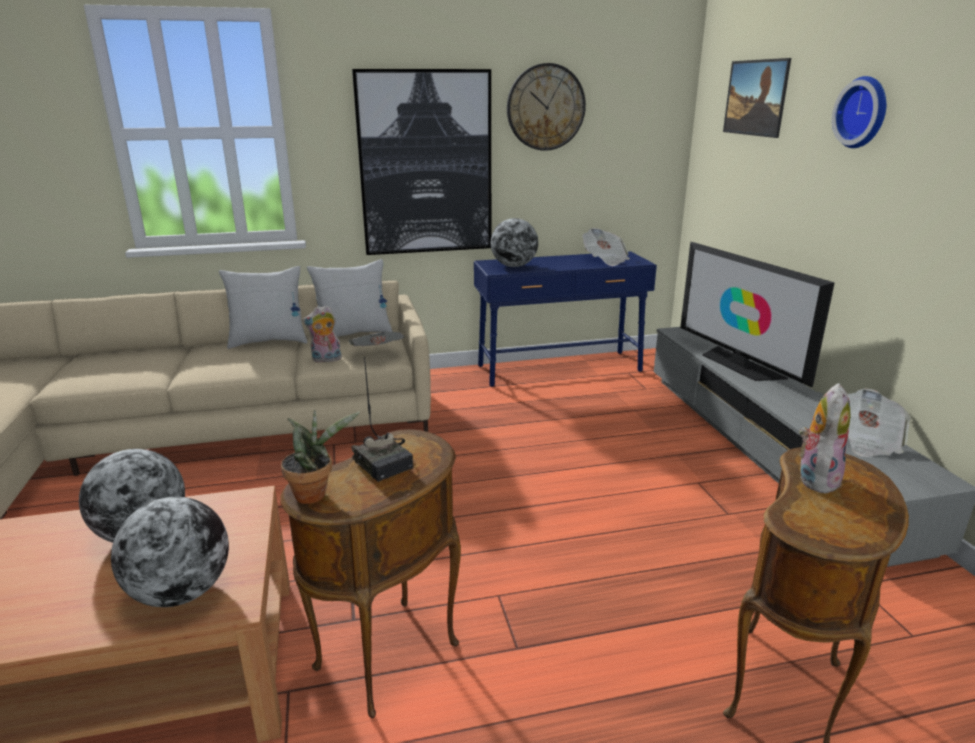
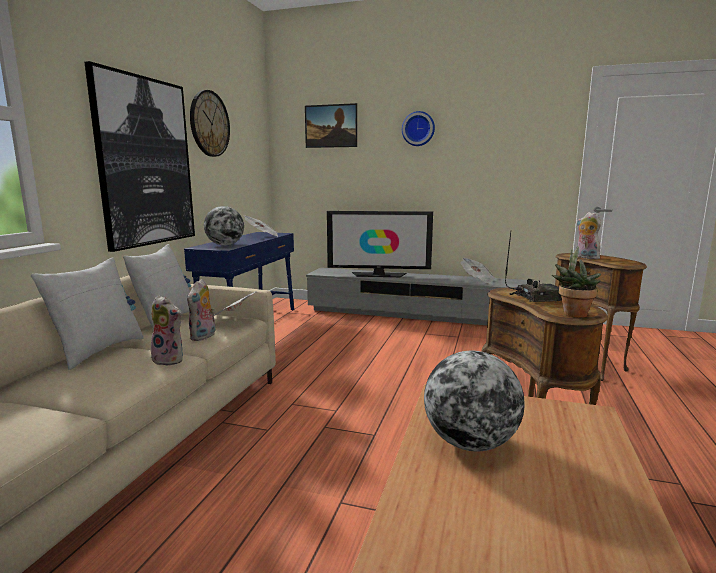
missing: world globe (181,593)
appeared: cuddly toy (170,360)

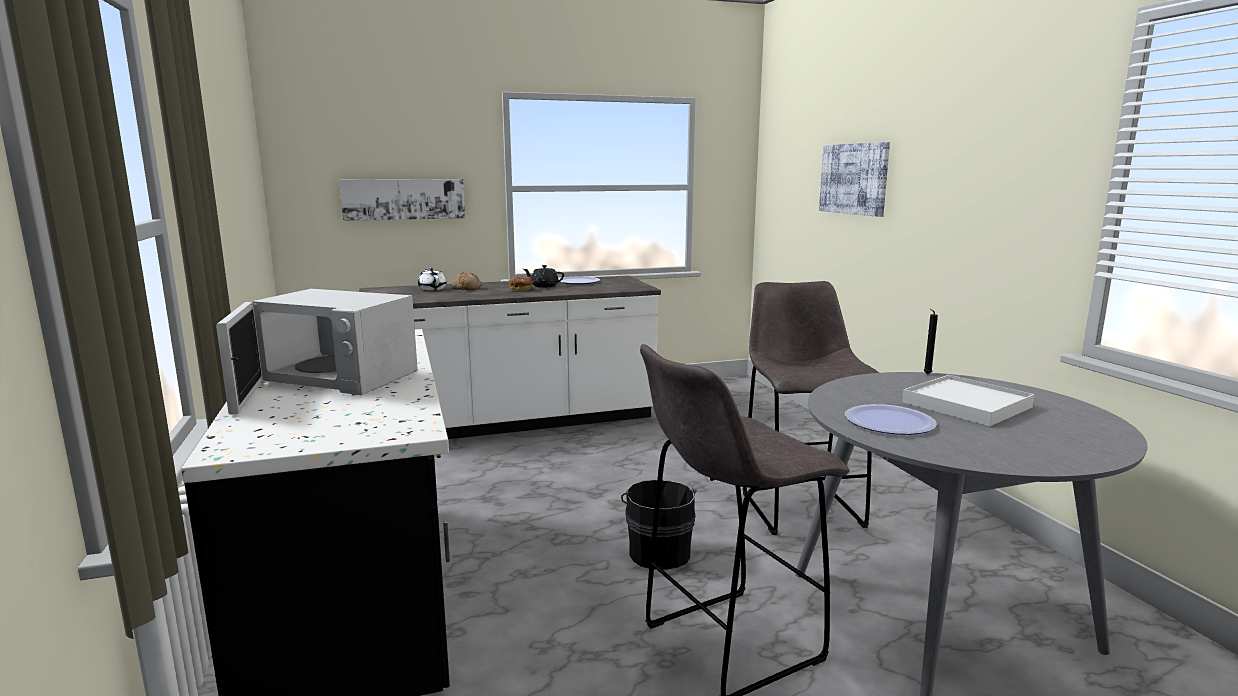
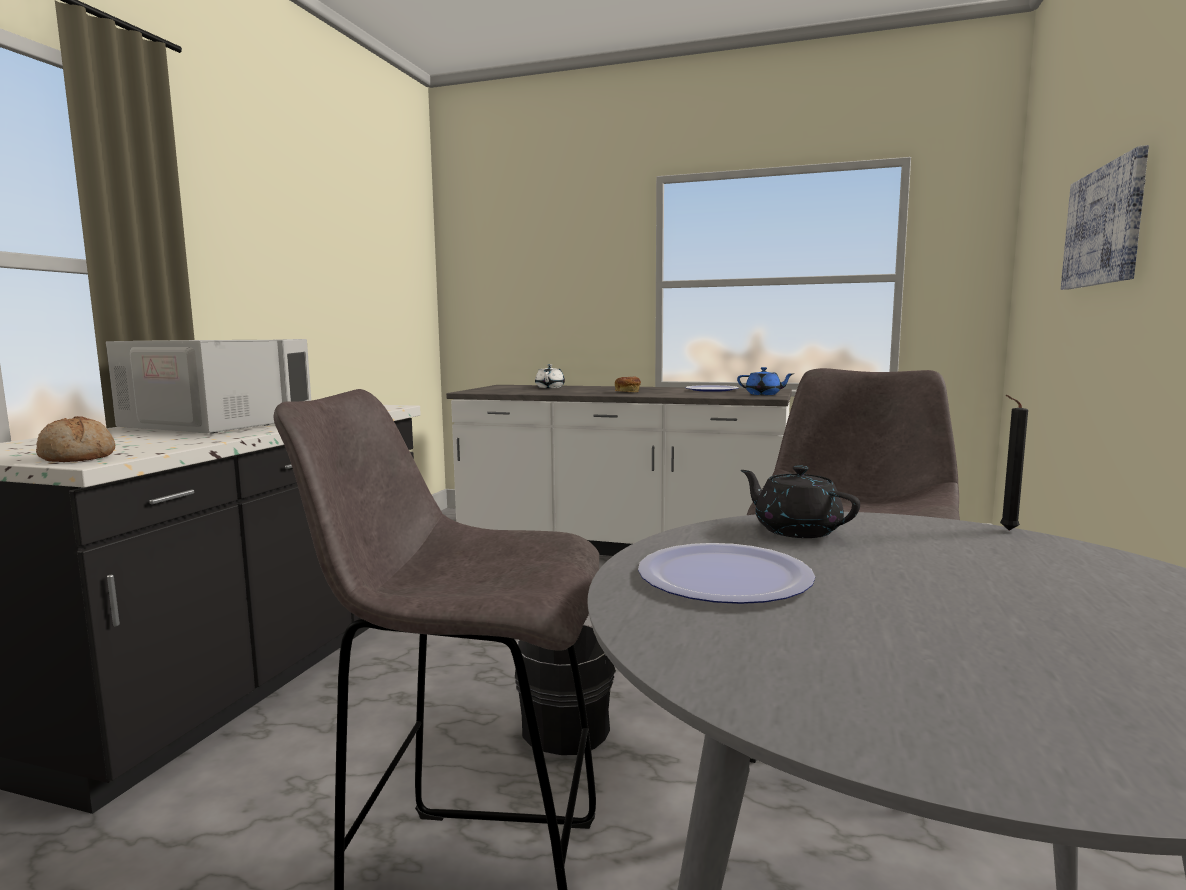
missing: wall art (404,199); carrying tray/white-coloured (966,405)
appeared: pot for tea/blue-coloured (764,394)
relocated: pot for tea/black-coloured (544,286) to (796,530); baked bread (467,288) to (78,457)
spun: microwave/white-coloured (331,379) = (212,425) 150 degrees clockwise

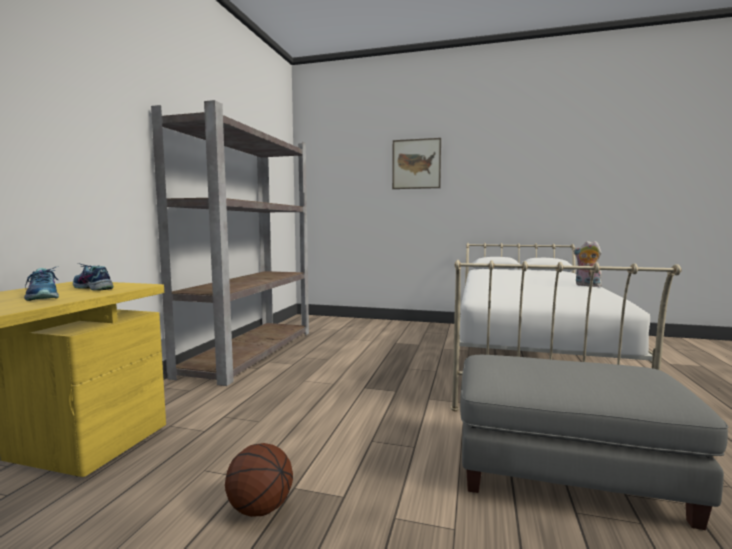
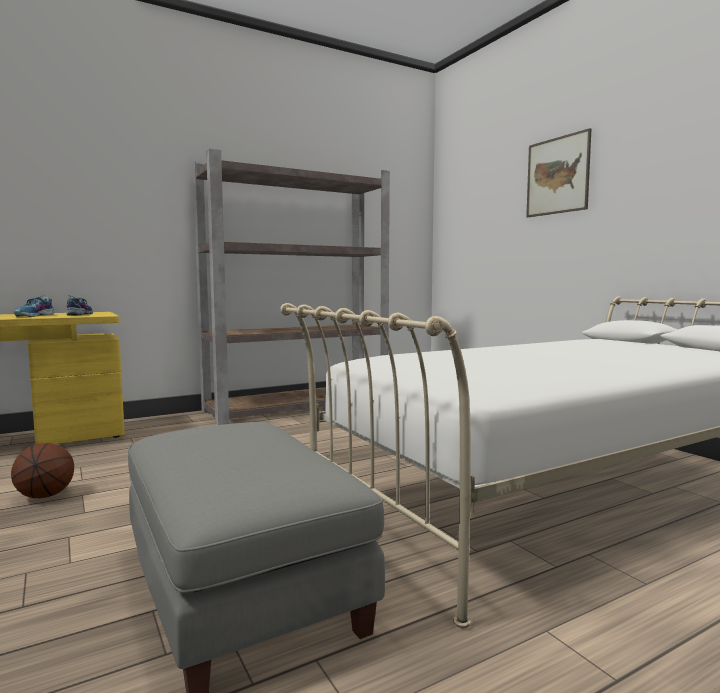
missing: cuddly toy (586,285)

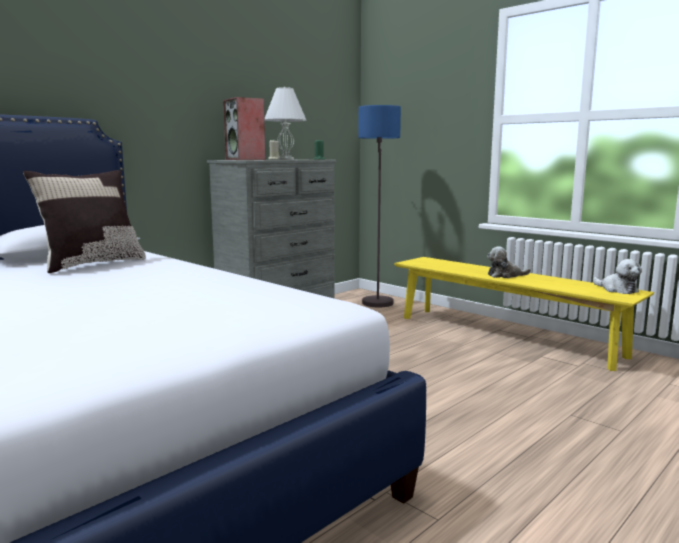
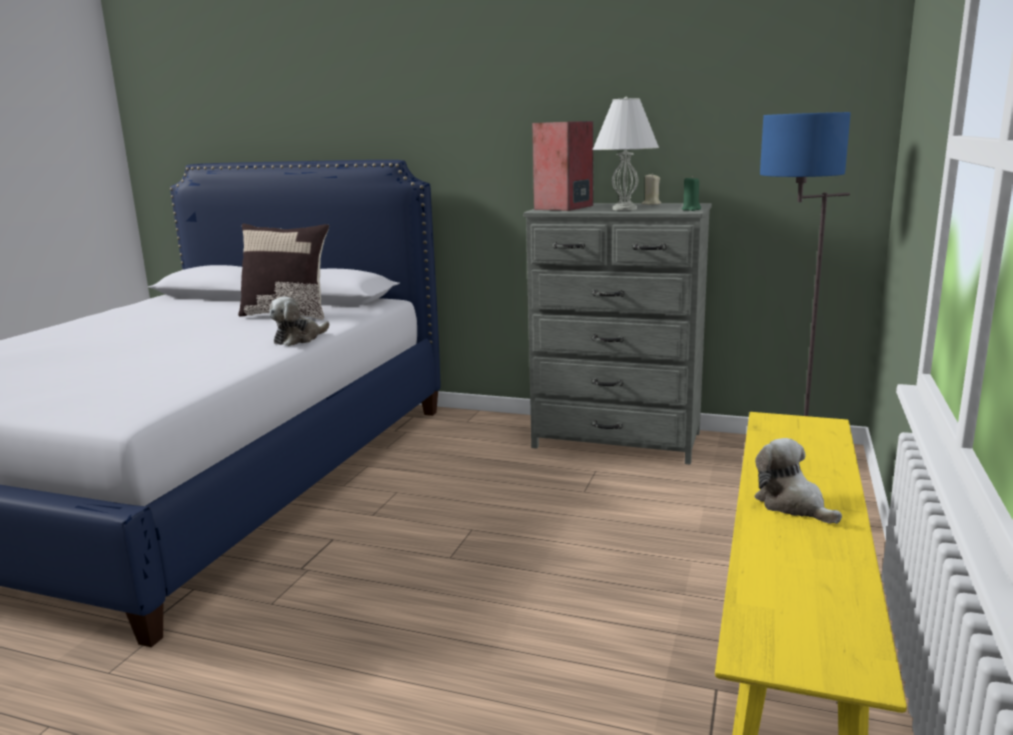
relocated: cuddly toy (617,289) to (299,339)

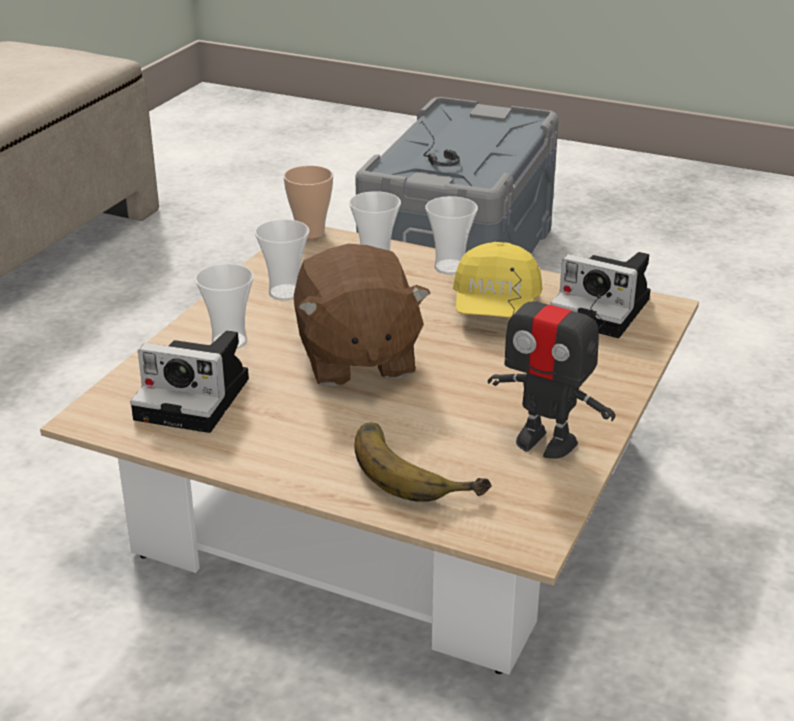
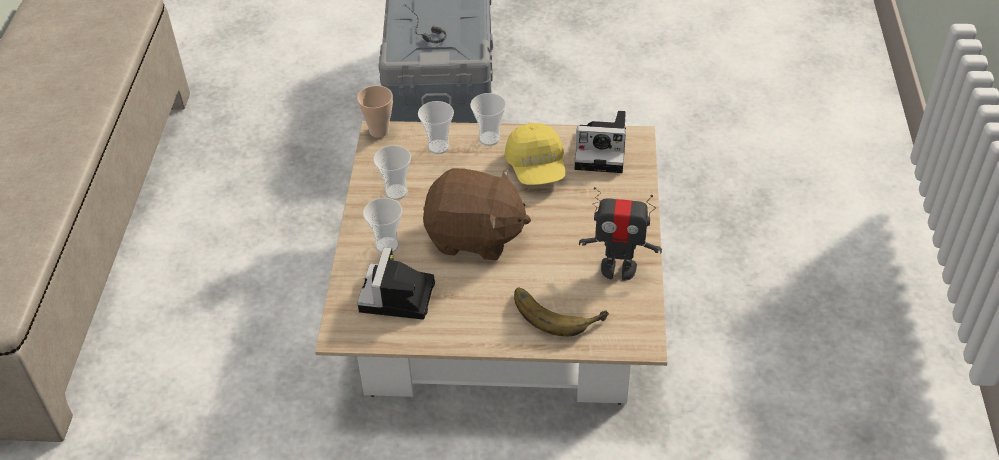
spun: cuddly toy/brown-coloured (356,359) = (474,236) 45 degrees counterclockwise; still camera (197,398) = (397,298) 105 degrees clockwise

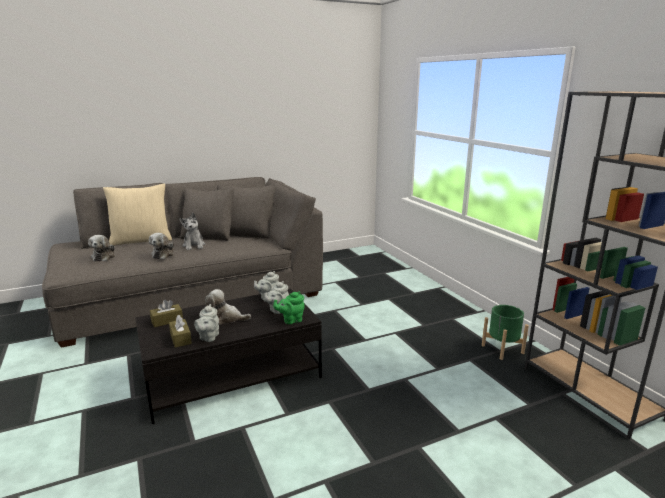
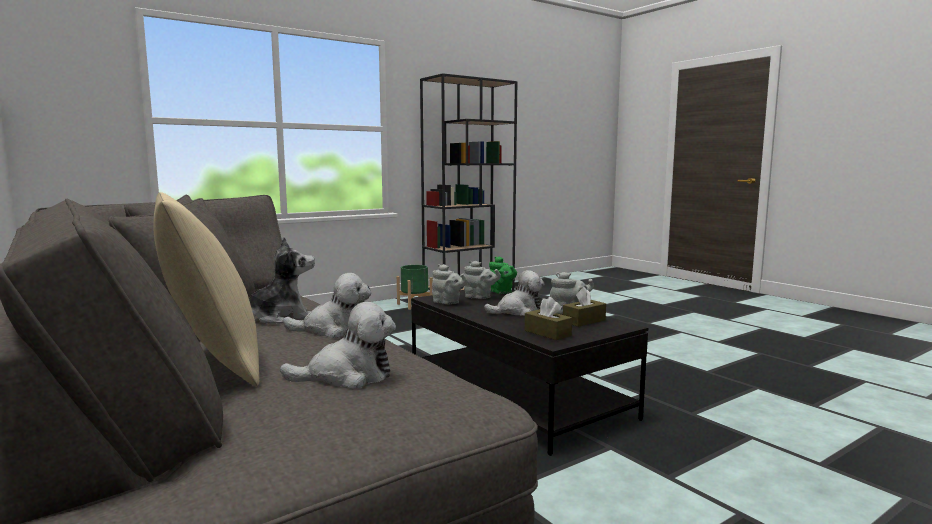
spun: cuddly toy (225,318) = (518,311) 105 degrees counterclockwise

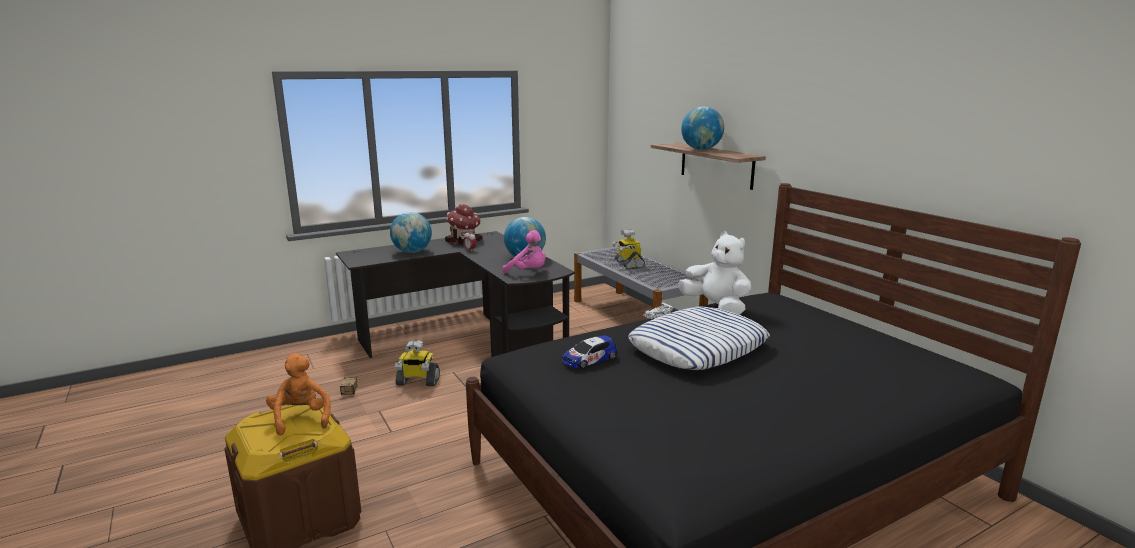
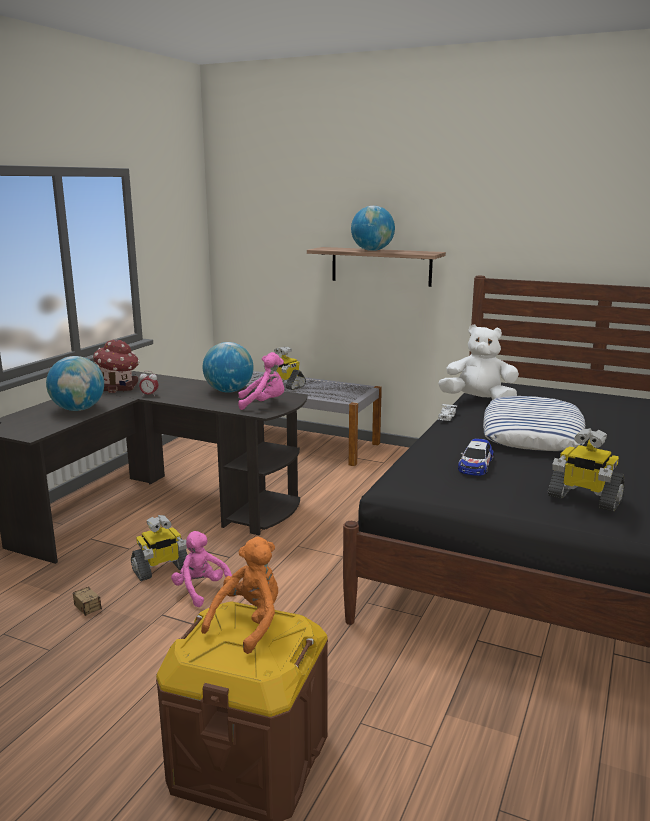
appeared: model robot (584,498); cuddly toy/pink (201,590)
spun: cuddly toy/orange (301,418) = (249,623) 90 degrees clockwise

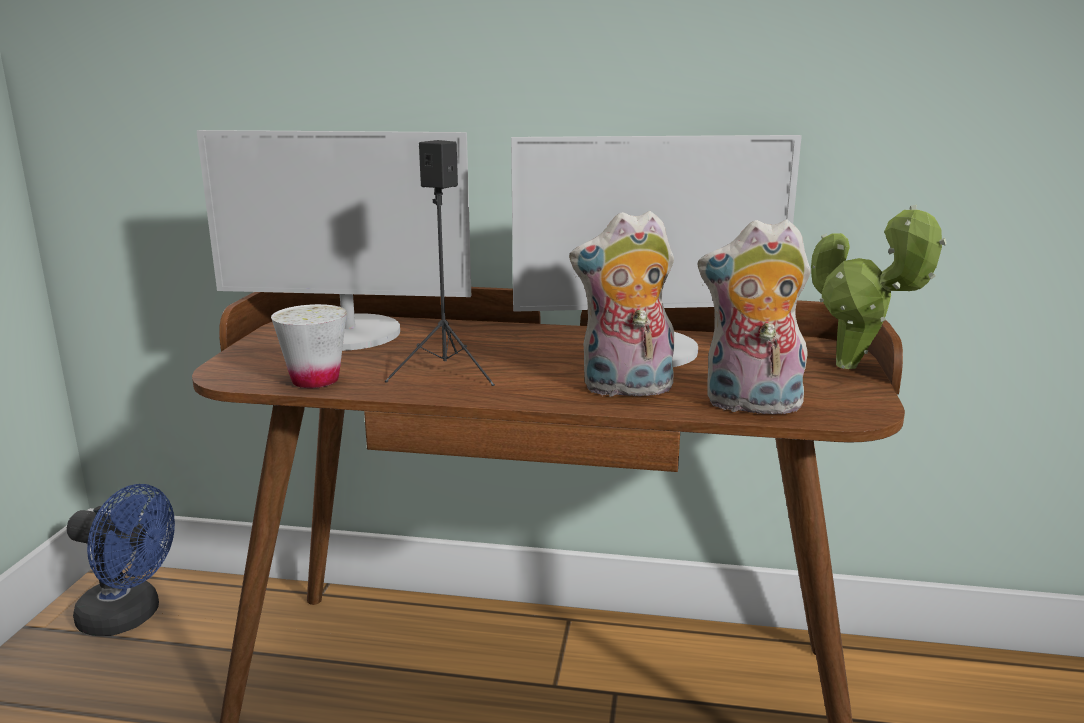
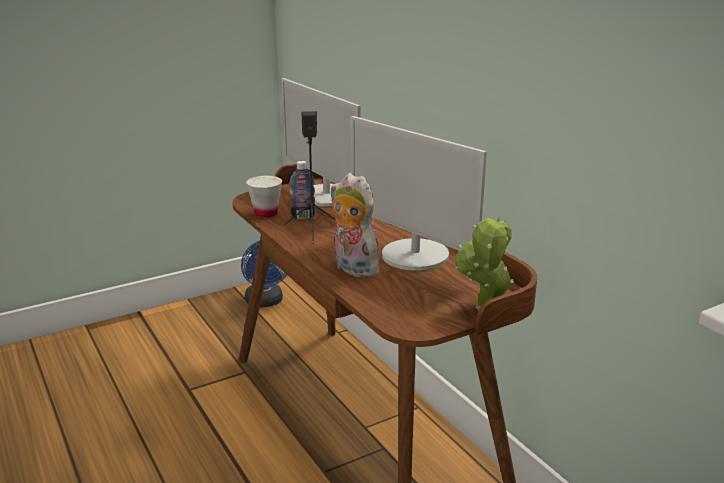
missing: cuddly toy (750,406)
appeared: beverage bottle (303,216)

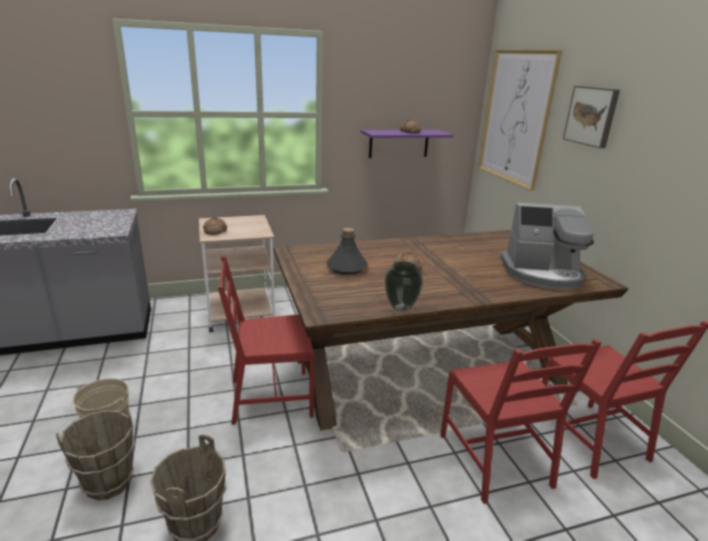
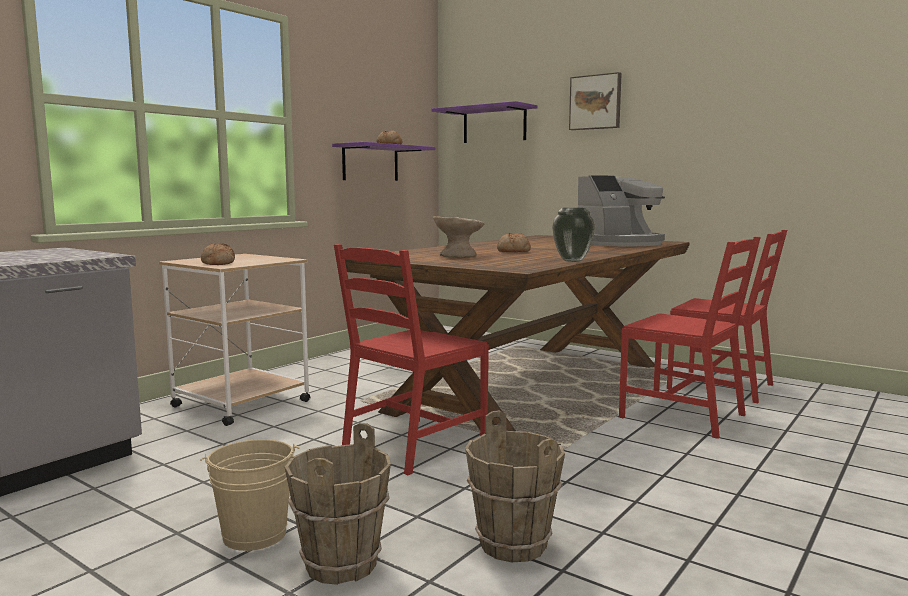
exchanged: wall art (515,117) to bracket shelf/purple-coloured (494,125); beverage bottle/greyish (346,267) to deep dish/beige (458,256)

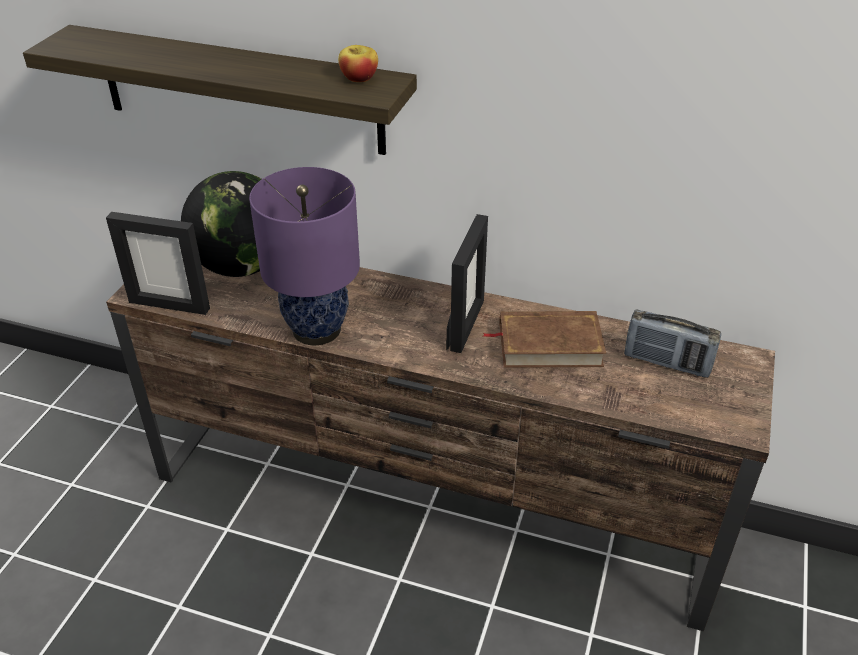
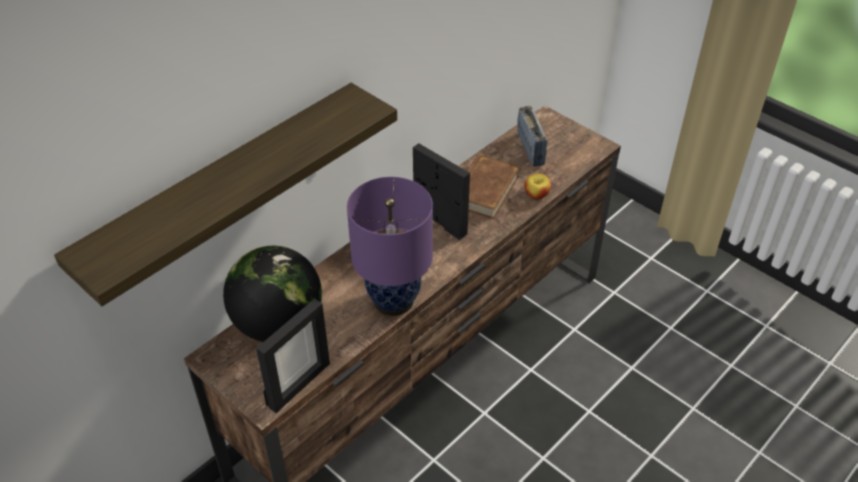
relocated: apple fruit (359,78) to (536,195)
spun: radio receiver (667,363) = (530,149) 60 degrees counterclockwise

